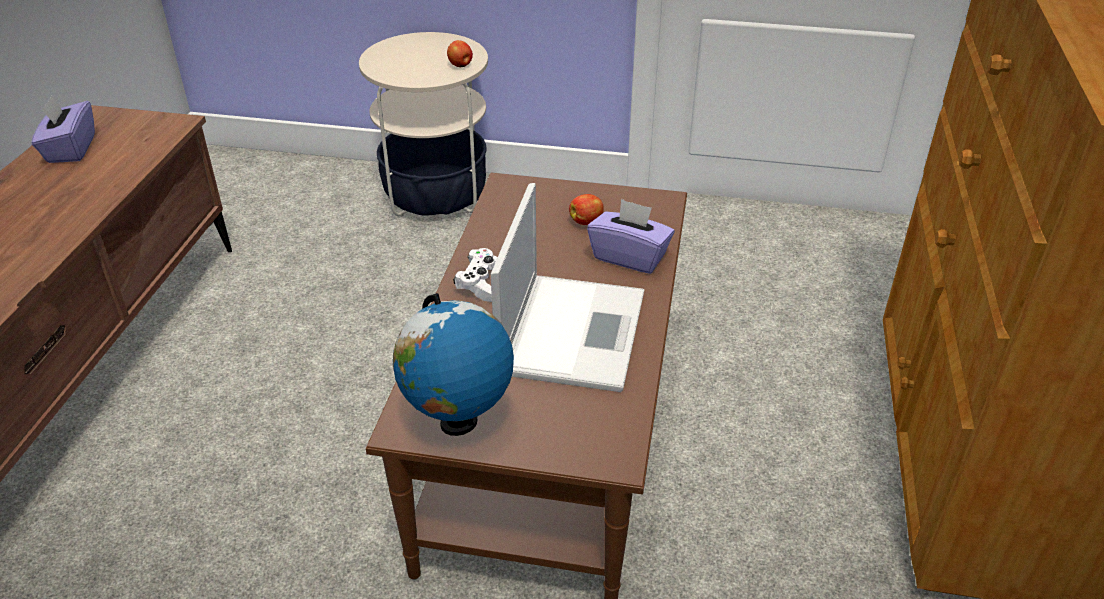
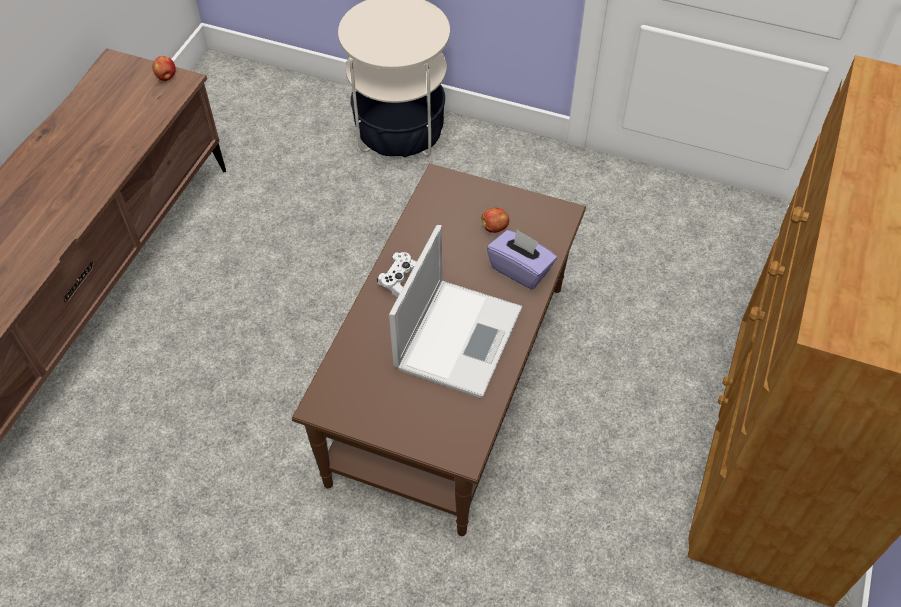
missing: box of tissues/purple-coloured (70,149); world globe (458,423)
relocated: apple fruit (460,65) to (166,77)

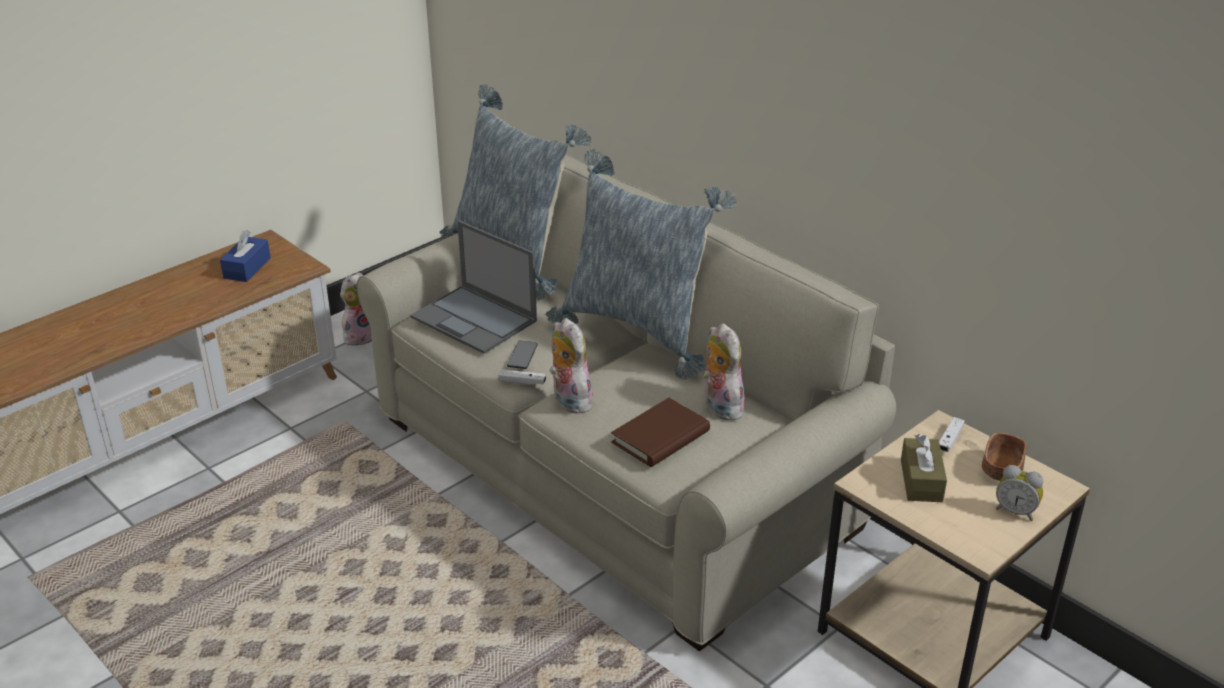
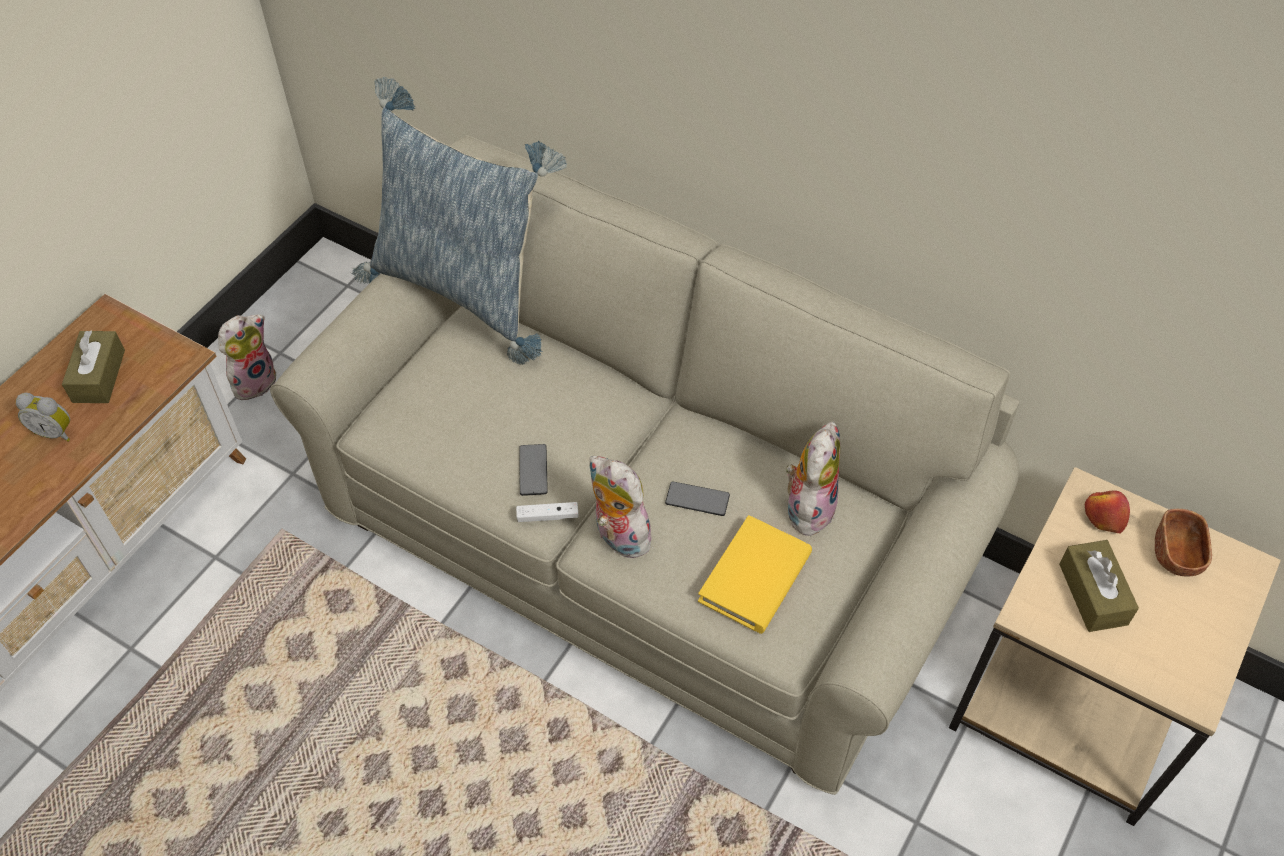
missing: throw pillow (638,340); notebook computer (475,319)
appeared: phone (697,499)
relocated: alarm clock (1015,511) to (55,431)
exchanged: joypad/white-coloured (949,440) to apple fruit (1103,516)
colour: box of tissues/blue-coloured (247,268) to box of tissues/brown-coloured (99,376); book/brown-coloured (660,437) to book/yellowish (755,578)
spun: cuddly toy (719,406) = (808,506) 60 degrees clockwise

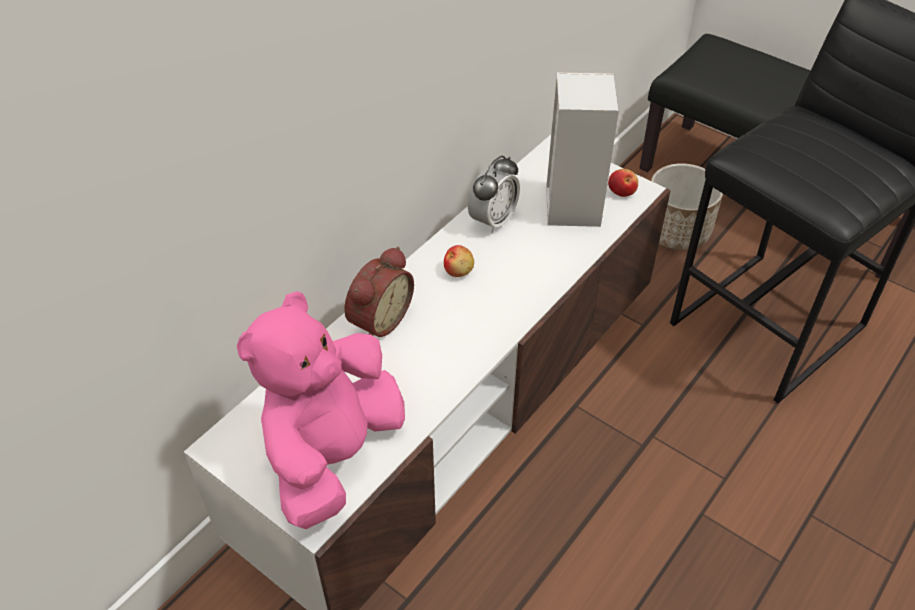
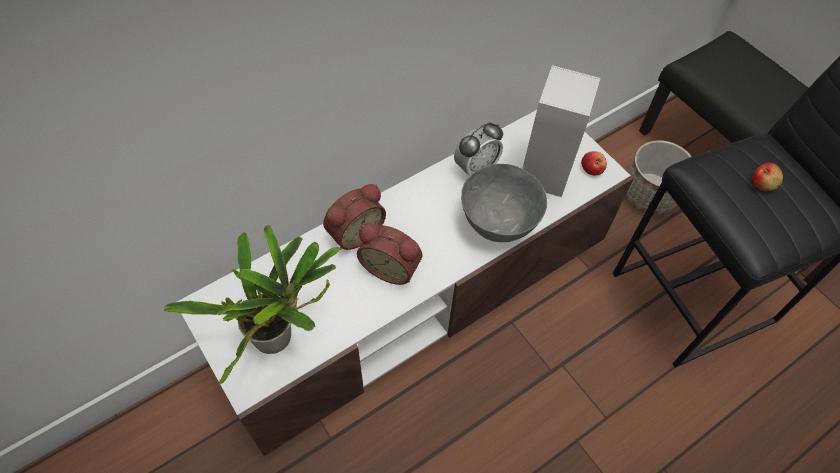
appeared: deep dish/greyish (499,224); alarm clock (391,267)
relocated: apple fruit (459,270) to (762,184)
exchanged: cuddly toy/pink (332,454) to plant in a pot (279,337)

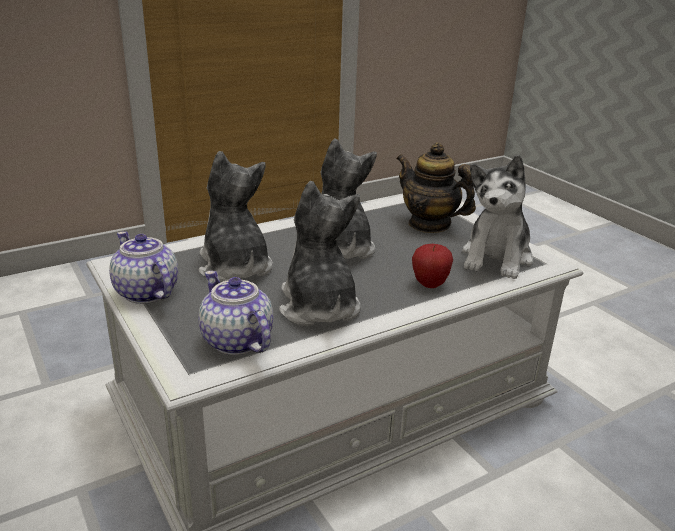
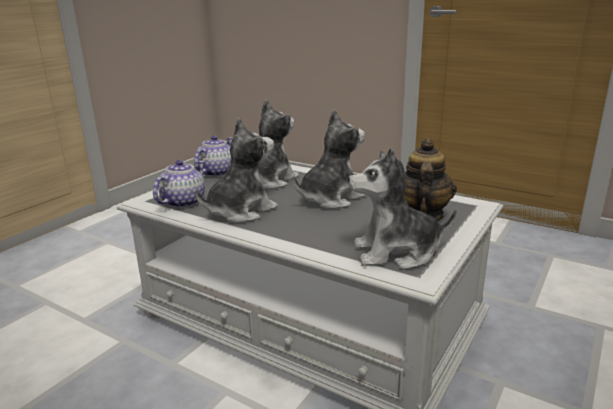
missing: apple fruit (429,284)

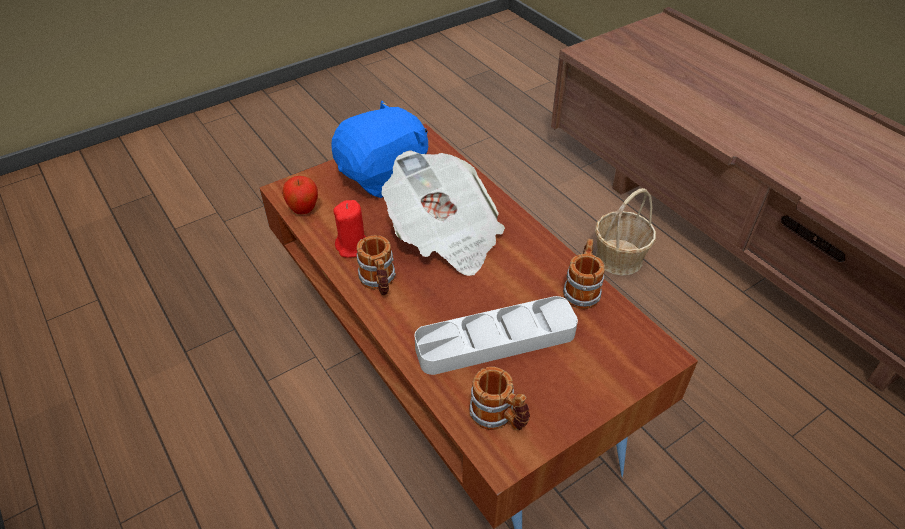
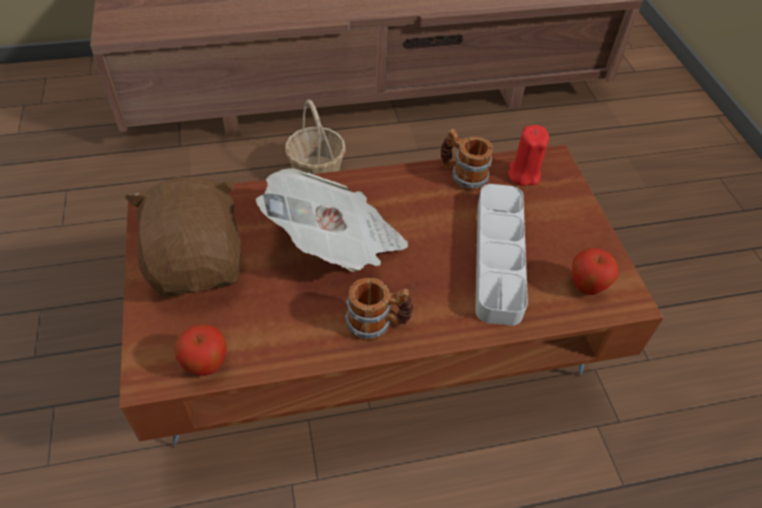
relocated: wax light/reddish (353,246) to (523,174)
exchanged: coffee mug (498,417) to apple fruit (586,287)
colour: cuddly toy/blue-coloured (384,175) to cuddly toy/brown-coloured (198,263)

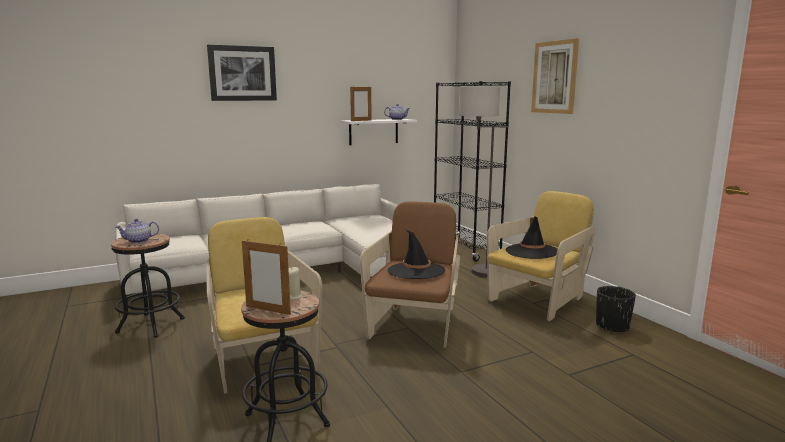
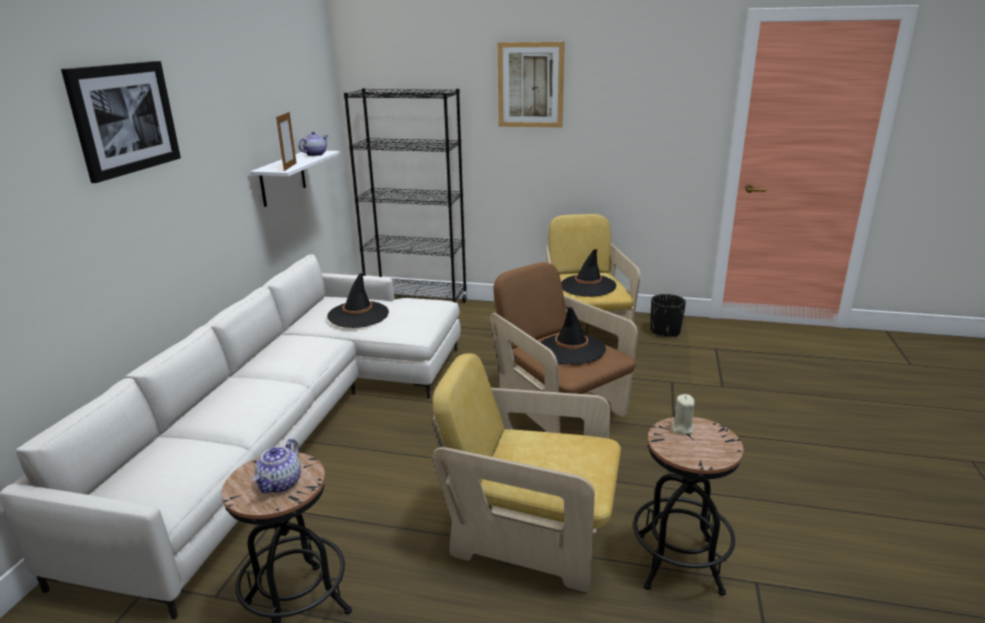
missing: standing lamp/greyish (477,272); picture frame (268,310)
appeared: wearable hat/black-coloured (358,315)

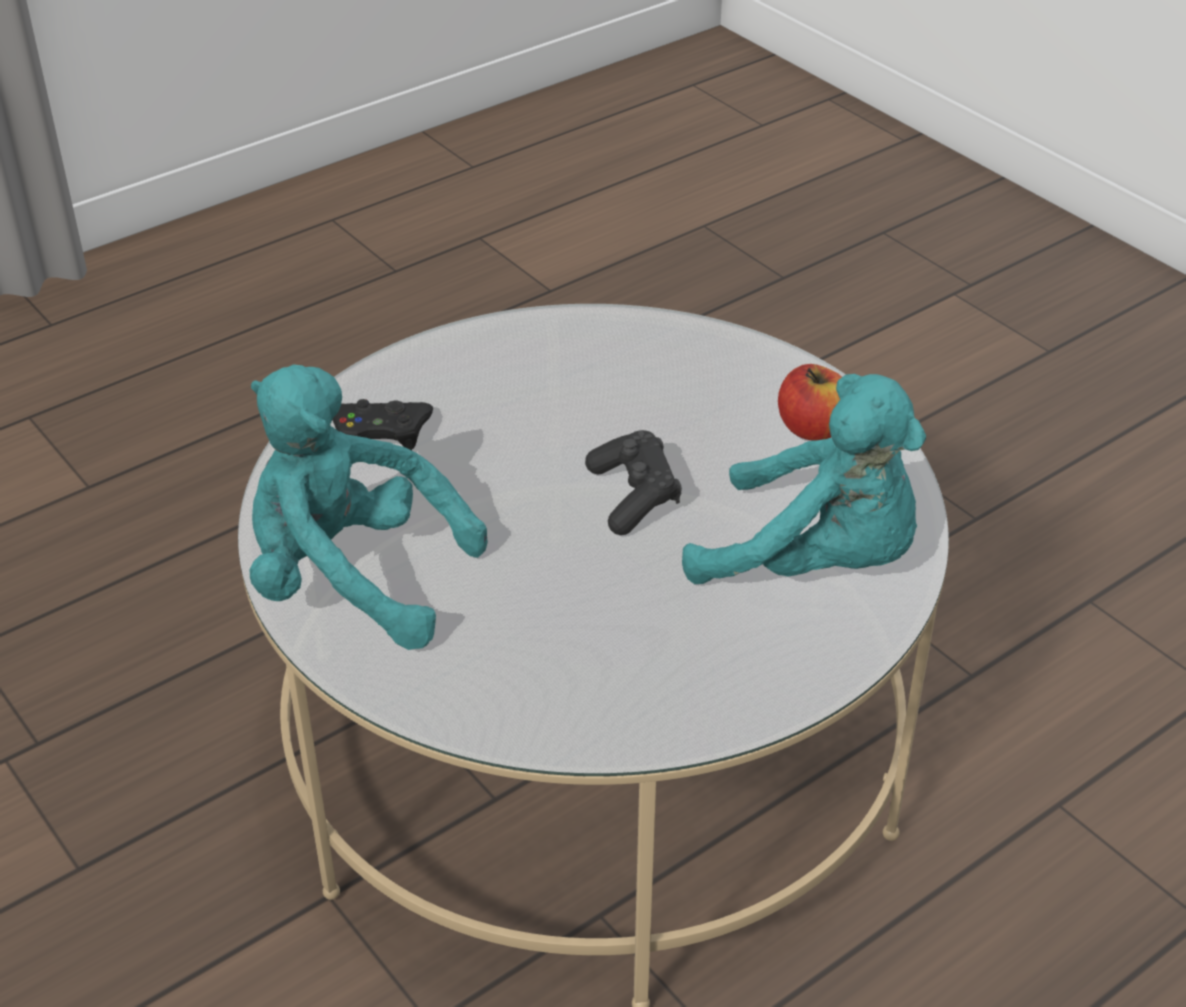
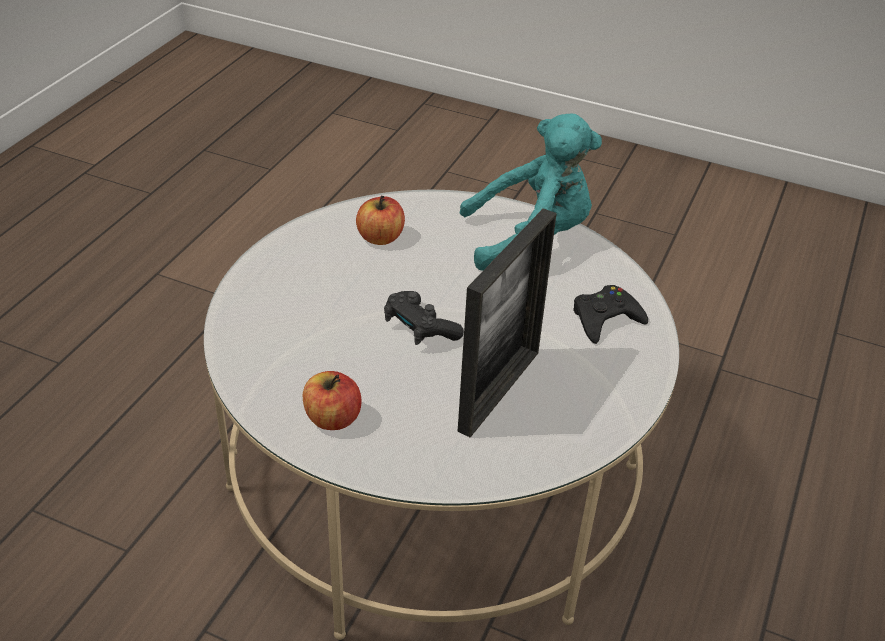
missing: cuddly toy/blue-green (816,562)
appeared: apple fruit (380,237); picture frame (499,390)

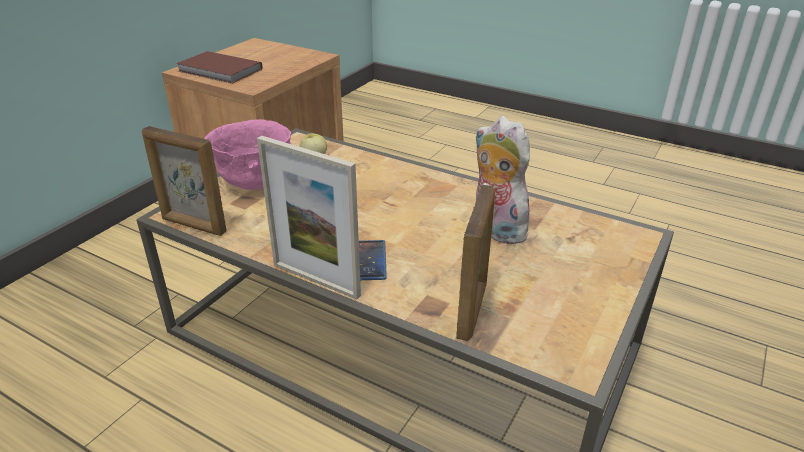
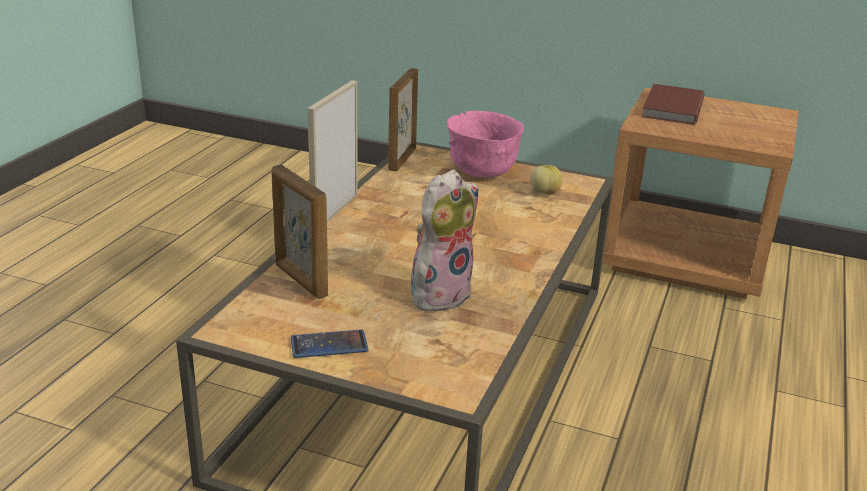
relocated: phone (369,260) to (329,345)
spun: picture frame (472,310) = (300,280) 45 degrees clockwise

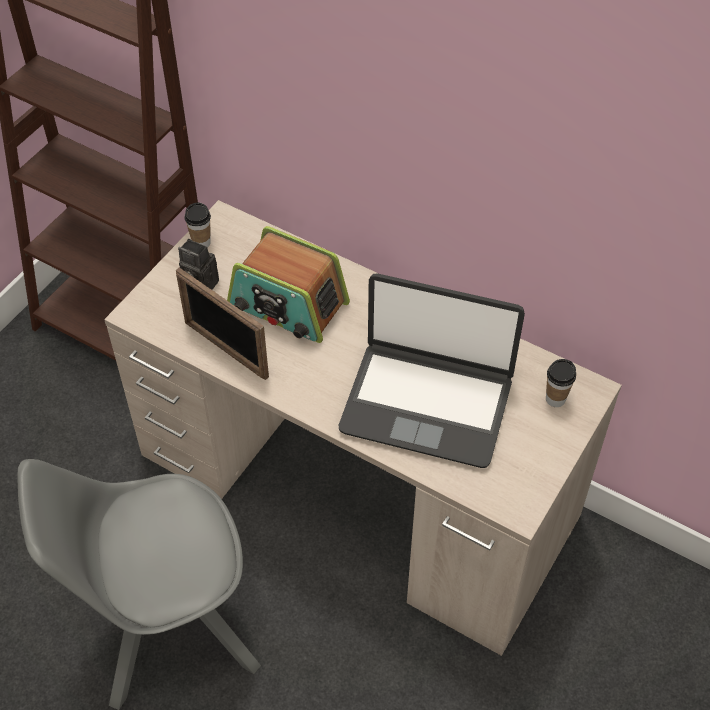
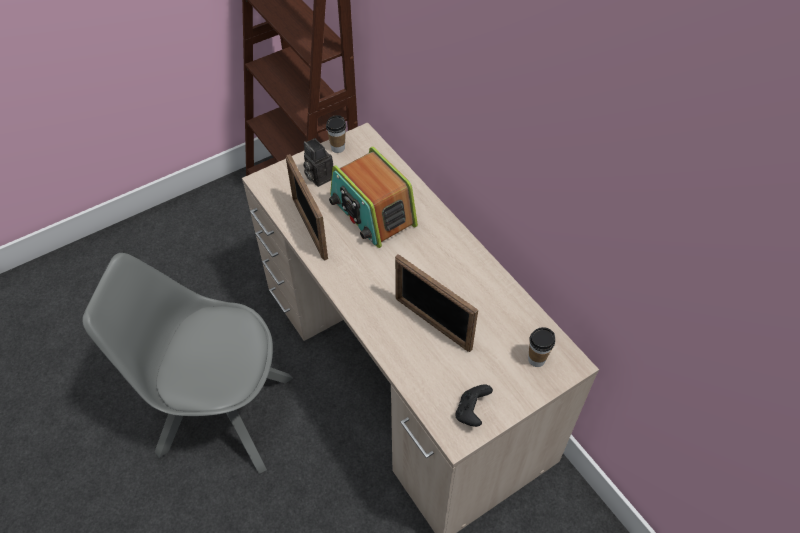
appeared: joypad/black-coloured (471,412)
exchanged: notebook computer (427,403) to picture frame (432,323)

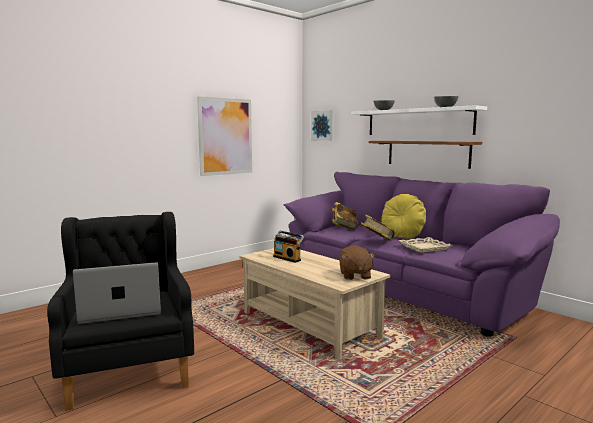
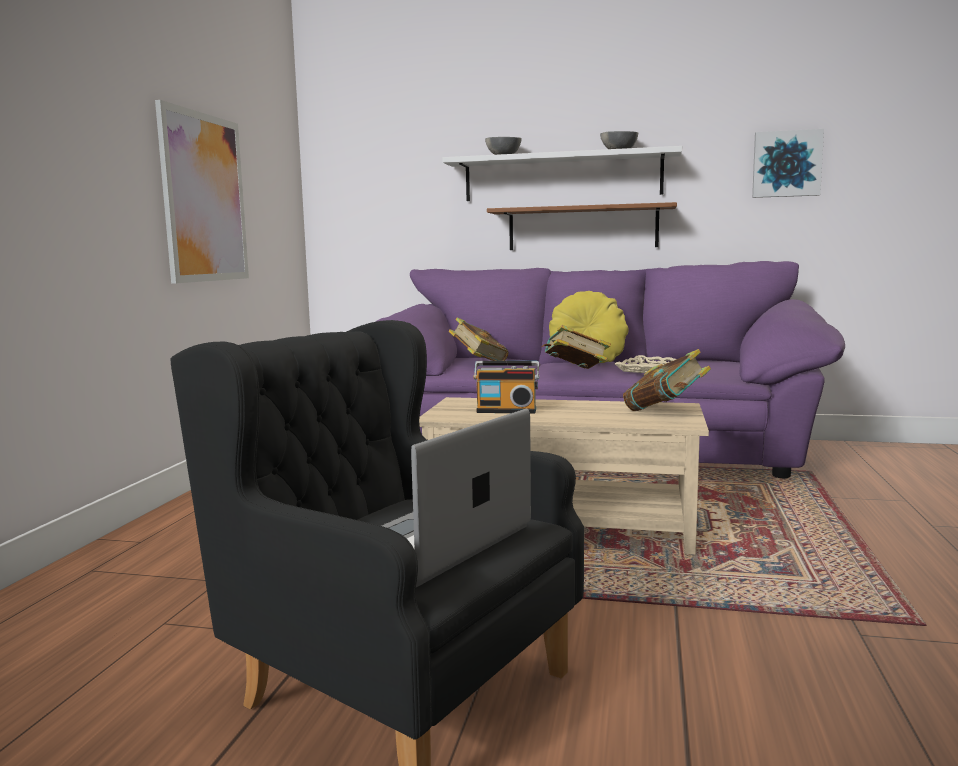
relocated: wall art (324,125) to (786,164)
exchanged: cuddly toy/brown-coloured (355,275) to book (665,412)

